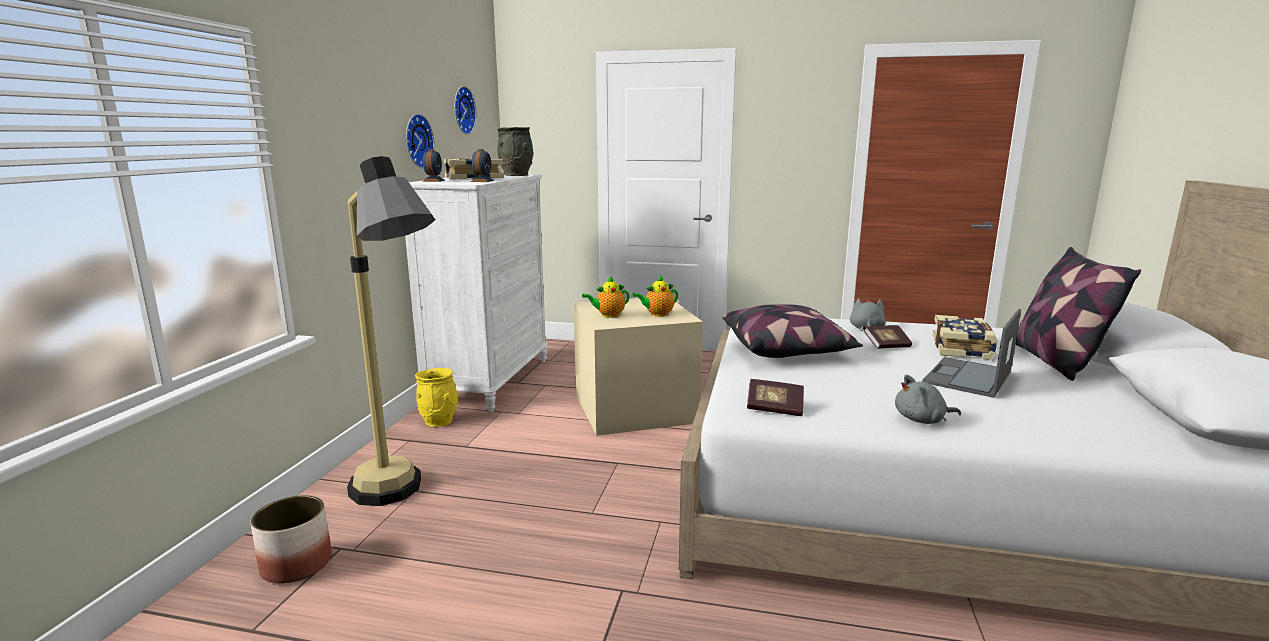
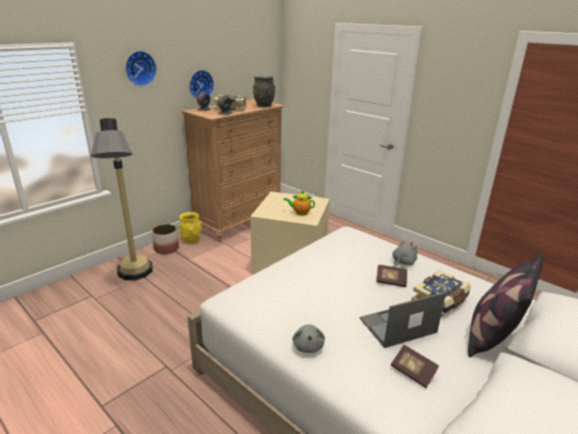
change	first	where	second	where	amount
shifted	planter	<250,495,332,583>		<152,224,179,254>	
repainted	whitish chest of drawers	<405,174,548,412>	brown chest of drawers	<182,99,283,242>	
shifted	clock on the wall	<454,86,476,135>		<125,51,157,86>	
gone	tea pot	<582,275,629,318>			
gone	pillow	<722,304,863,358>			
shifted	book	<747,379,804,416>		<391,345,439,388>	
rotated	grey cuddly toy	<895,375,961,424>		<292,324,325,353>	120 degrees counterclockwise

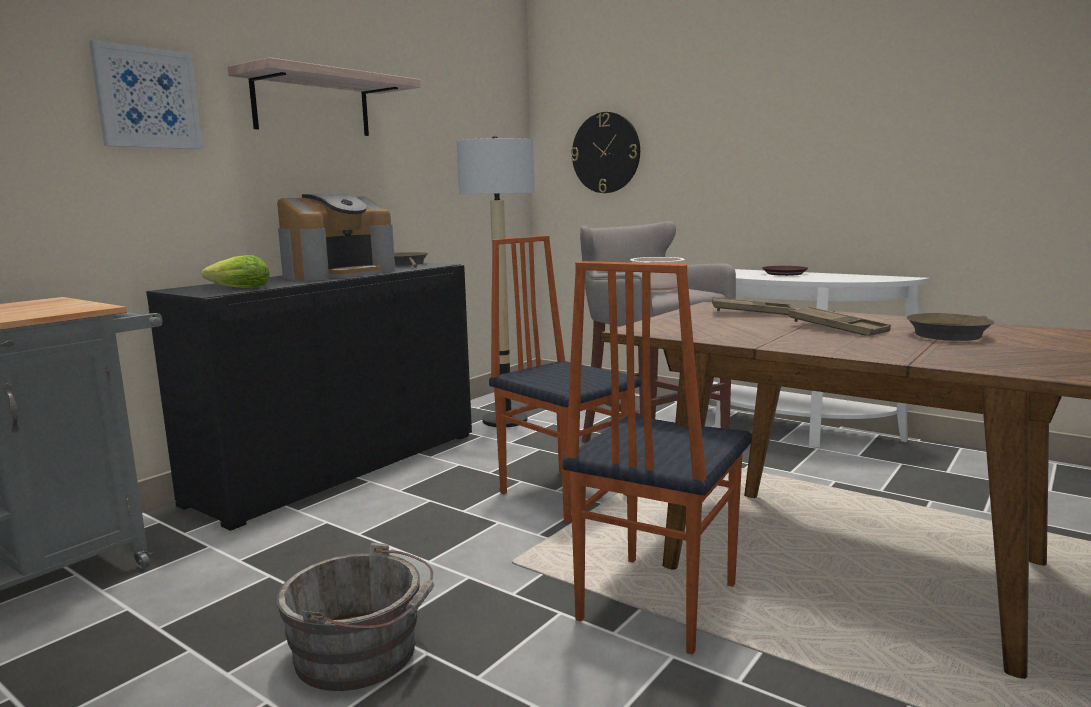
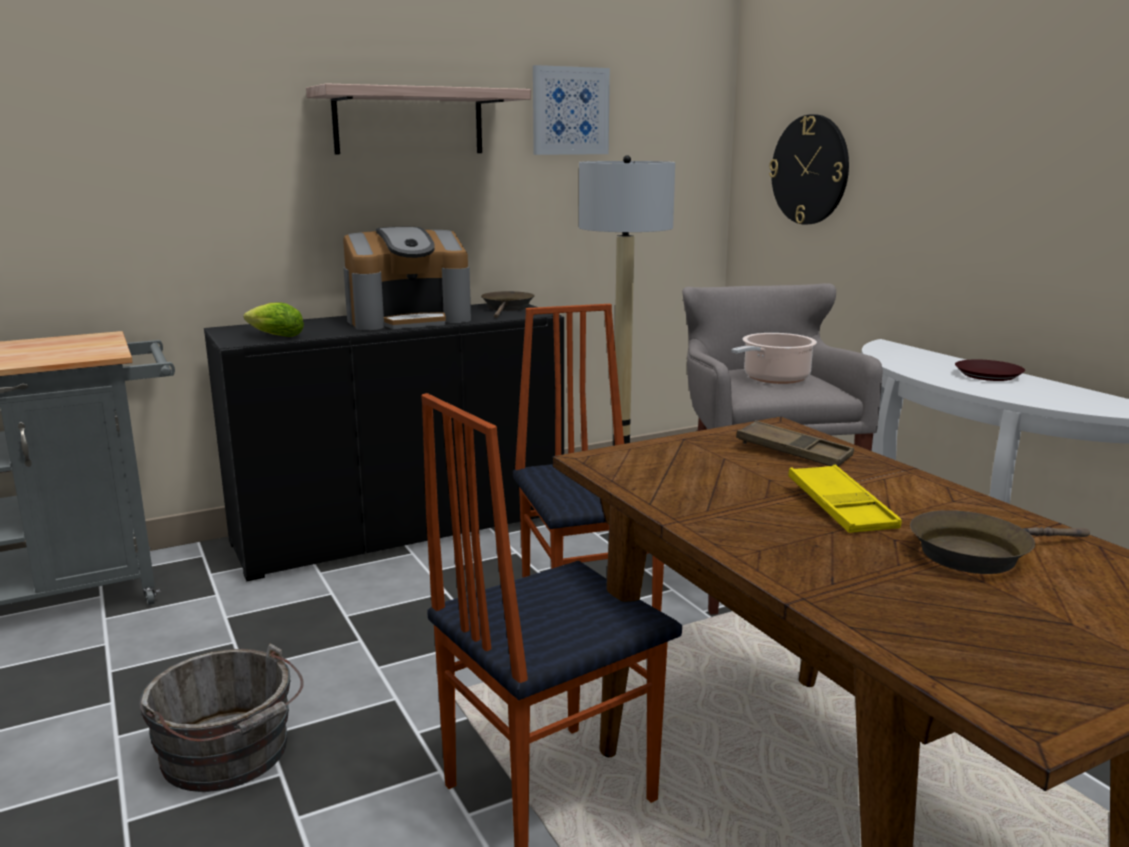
change	first	where	second	where	amount
shifted	picture	<89,40,203,149>		<533,65,610,155>	
repainted	brown tray	<788,307,891,336>	yellow tray	<788,465,902,533>	

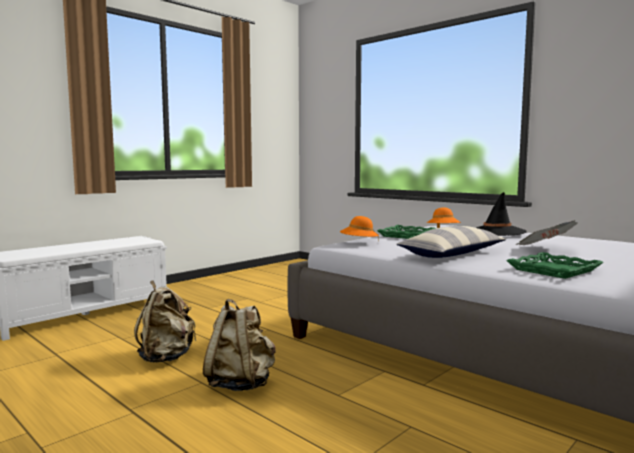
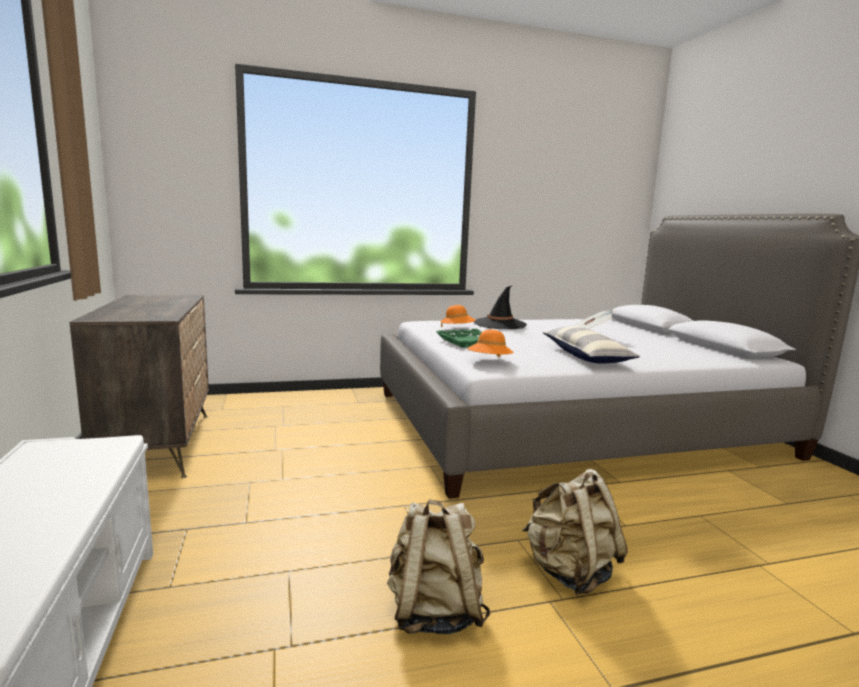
change	first	where	second	where	amount
gone	green tray	<506,252,604,279>			
new			chest of drawers	<70,295,209,478>	

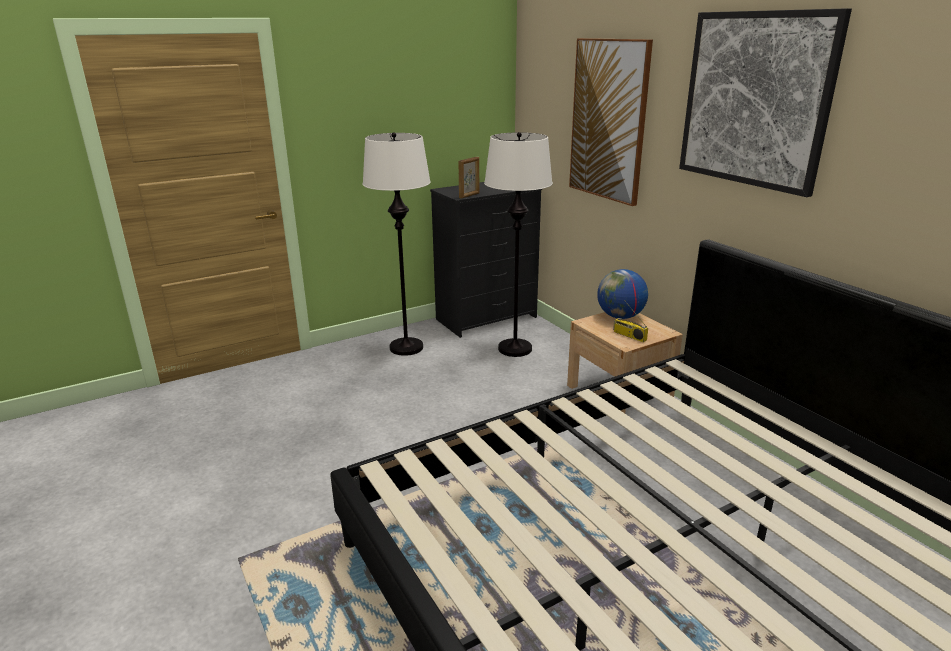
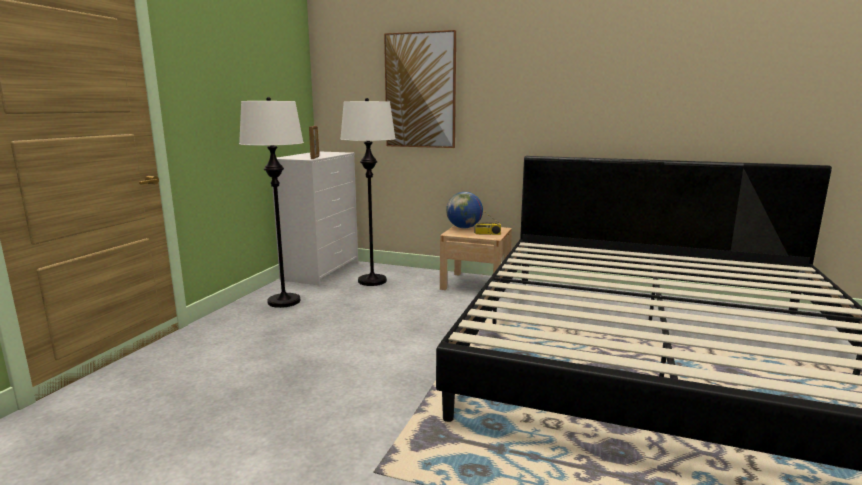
change	first	where	second	where	amount
repainted	black chest of drawers	<430,182,542,338>	whitish chest of drawers	<272,151,358,285>	
gone	picture	<679,8,852,197>			

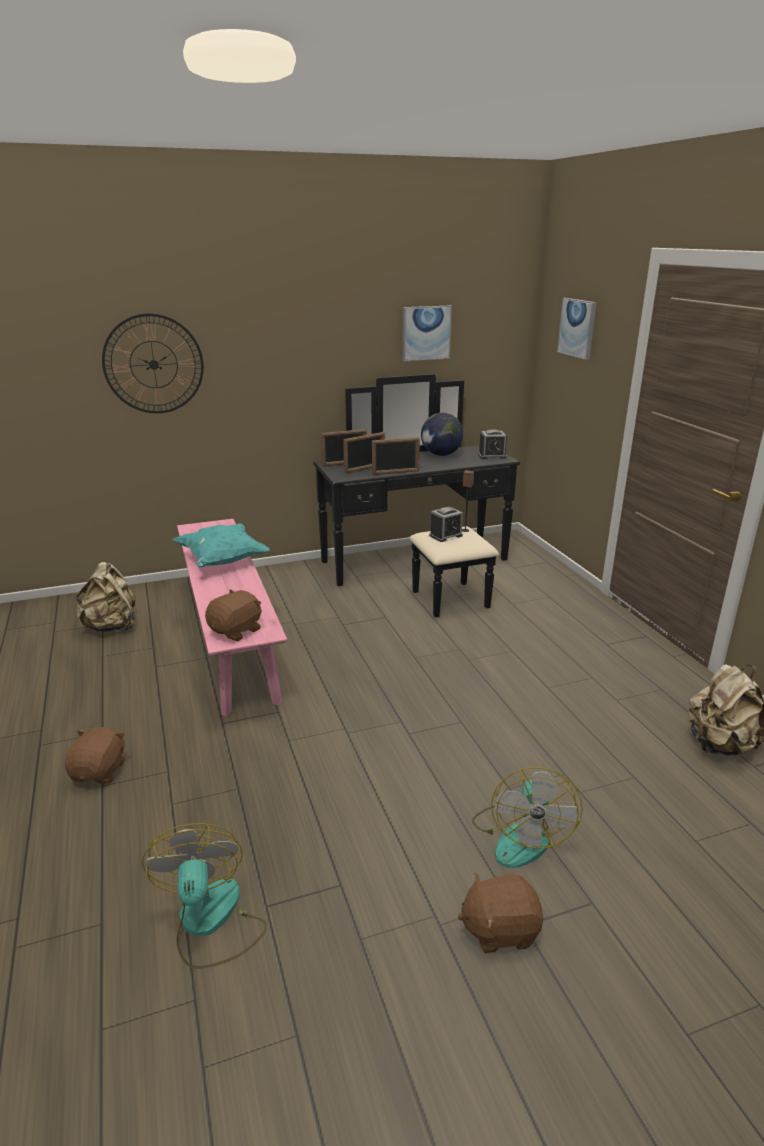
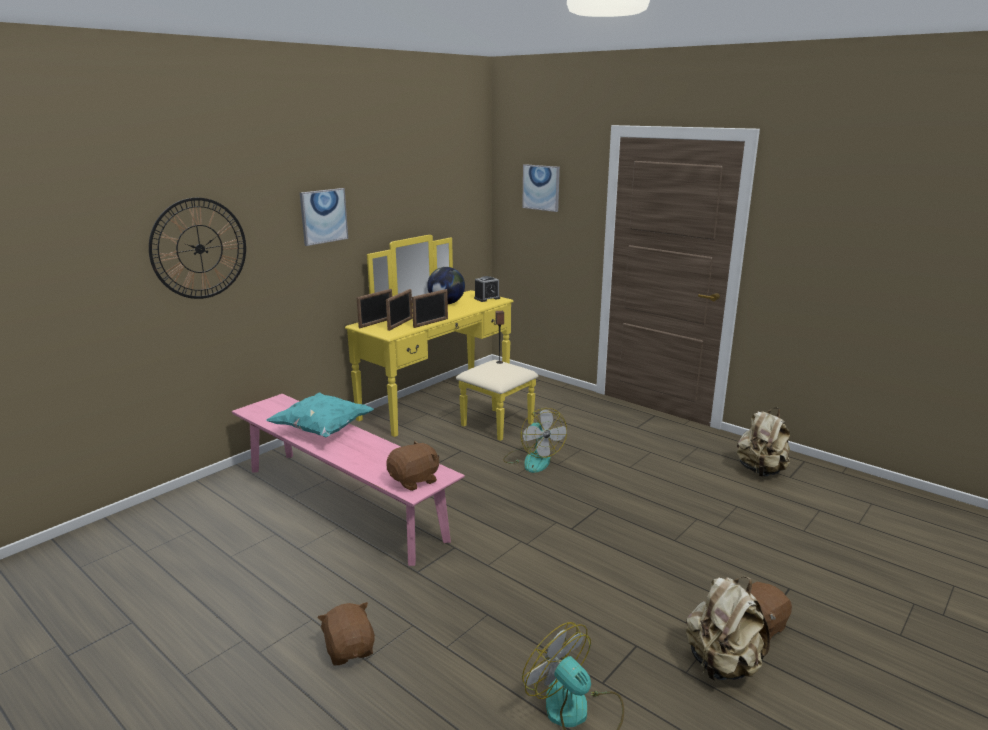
change	first	where	second	where	amount
shifted	beige knapsack	<74,562,136,632>		<686,577,770,681>	
rotated	brown cuddly toy	<205,589,262,641>		<386,441,439,491>	45 degrees clockwise
repainted	black chest of drawers	<313,374,520,618>	yellow chest of drawers	<345,235,538,441>	
shifted	picture	<402,305,452,361>		<300,188,348,246>	
gone	alarm clock	<429,507,463,542>			
shifted	fan	<472,767,583,868>		<503,408,567,473>	

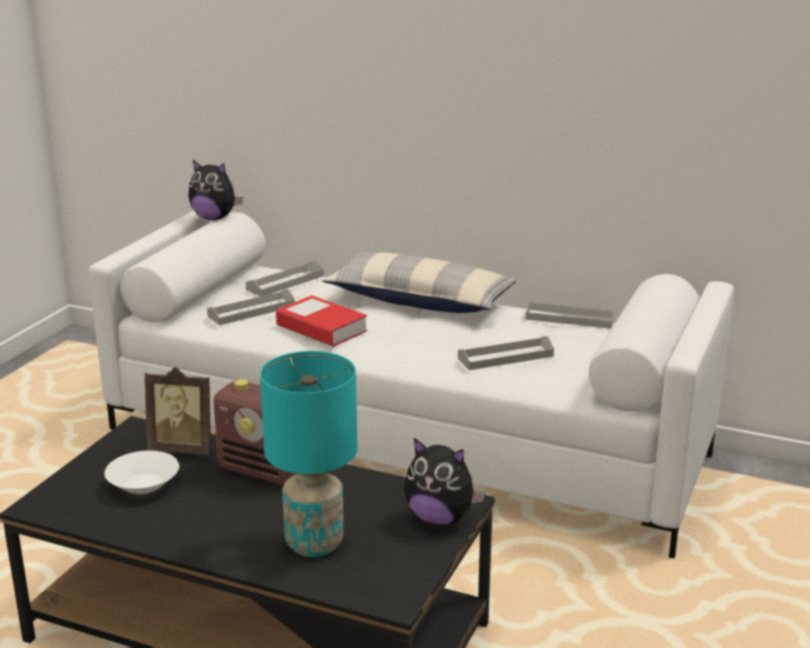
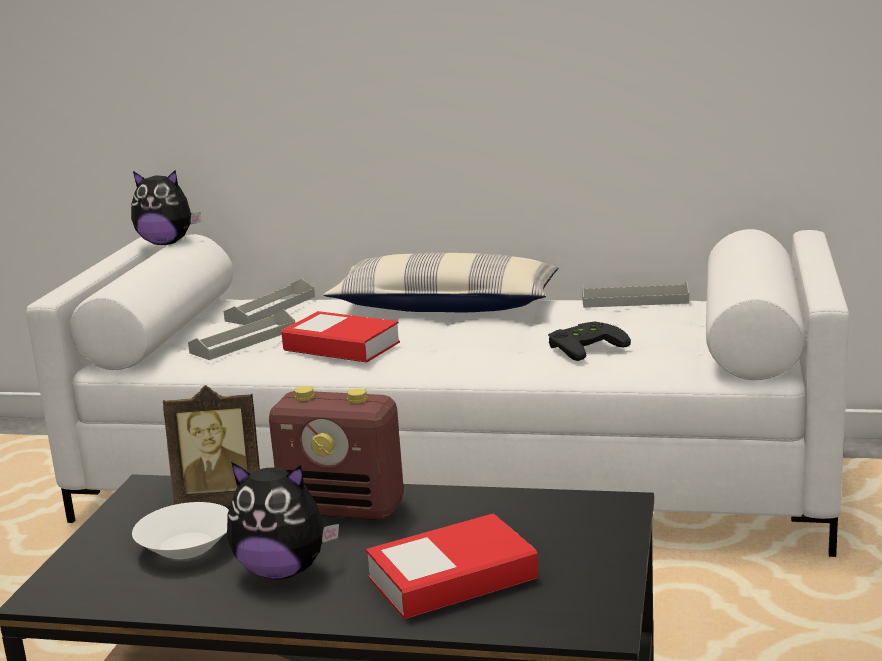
change	first	where	second	where	amount
swapped	blue-green lamp for a table	<260,351,357,557>	book	<366,513,539,620>	
shifted	cuddly toy	<404,438,485,525>		<227,462,339,579>	
swapped	grey tray	<458,336,554,370>	black gamepad	<548,322,631,361>	

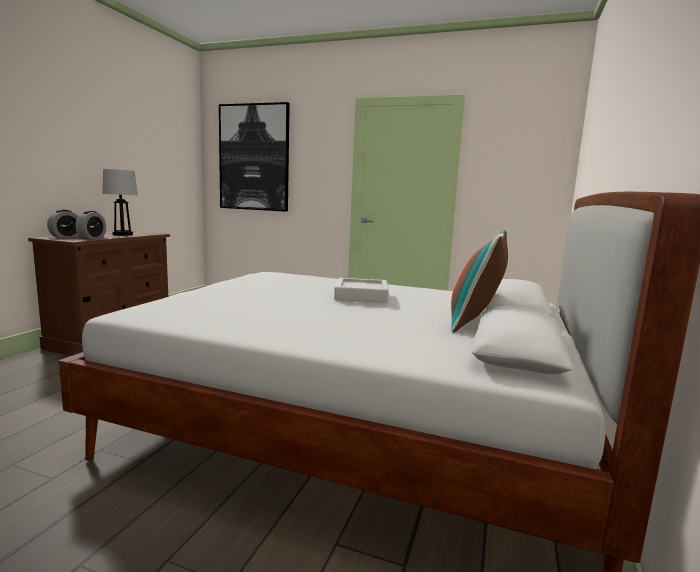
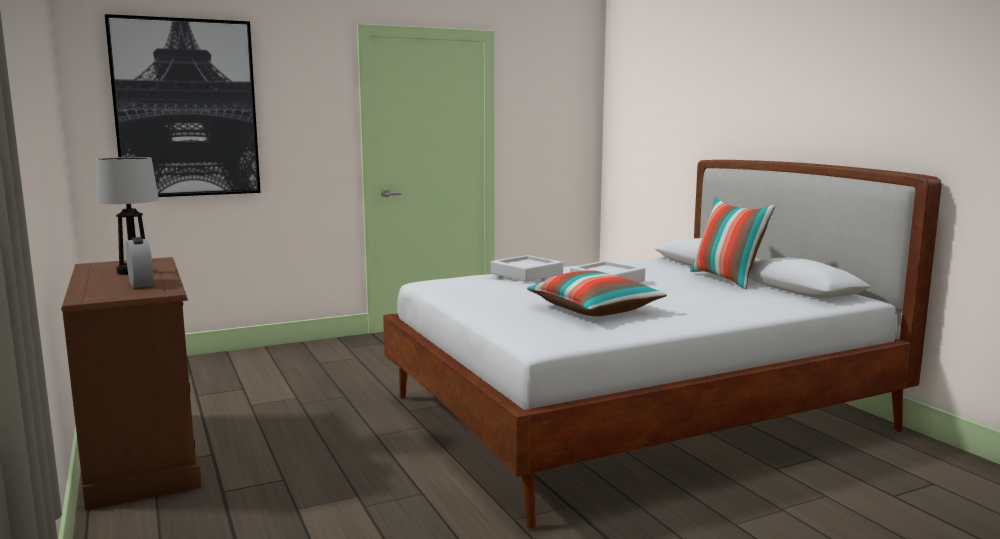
change	first	where	second	where	amount
gone	alarm clock	<47,210,79,238>			
new			grey tray	<491,255,563,282>	
new			pillow	<527,270,667,316>	

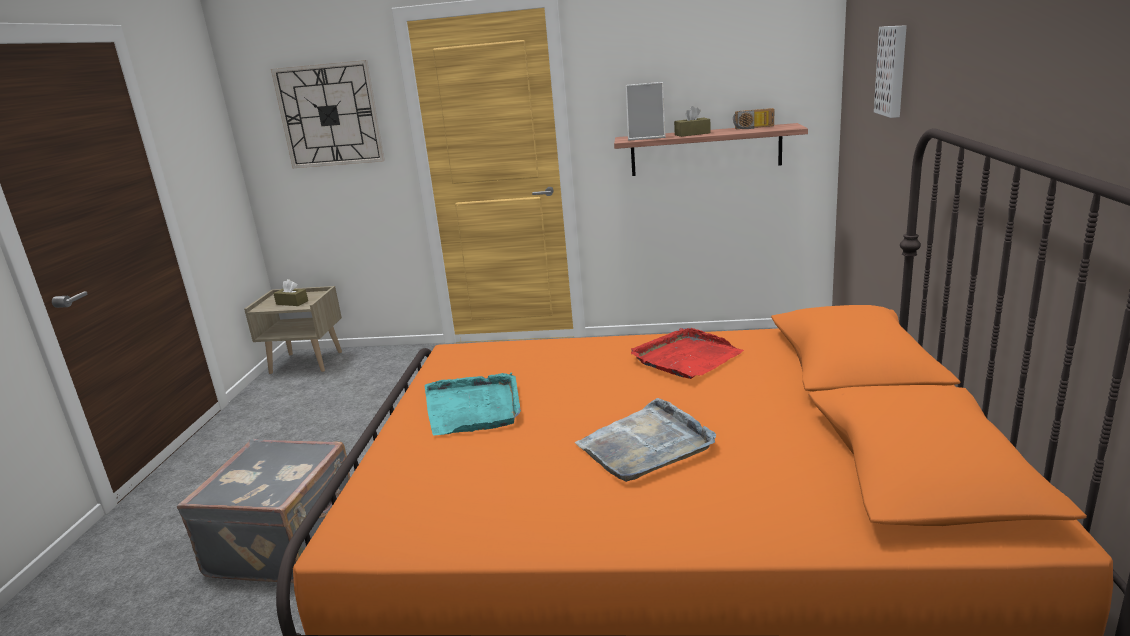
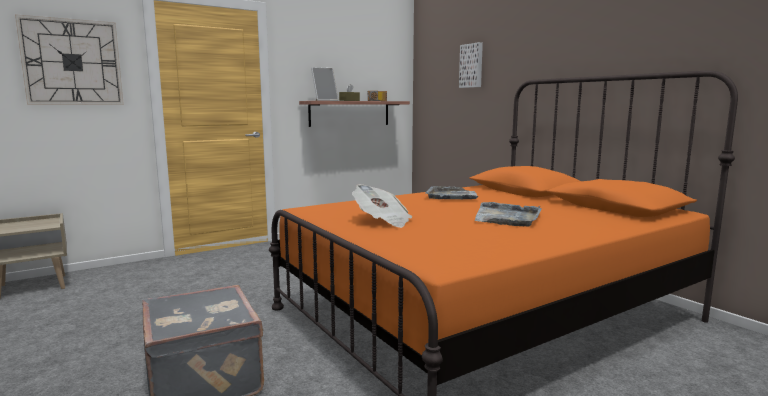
change	first	where	second	where	amount
gone	brown box of tissues	<273,279,308,306>			
swapped	blue-green tray	<425,373,521,435>	printed paper	<352,184,412,228>	
repainted	red tray	<631,328,744,379>	grey tray	<425,186,479,199>	

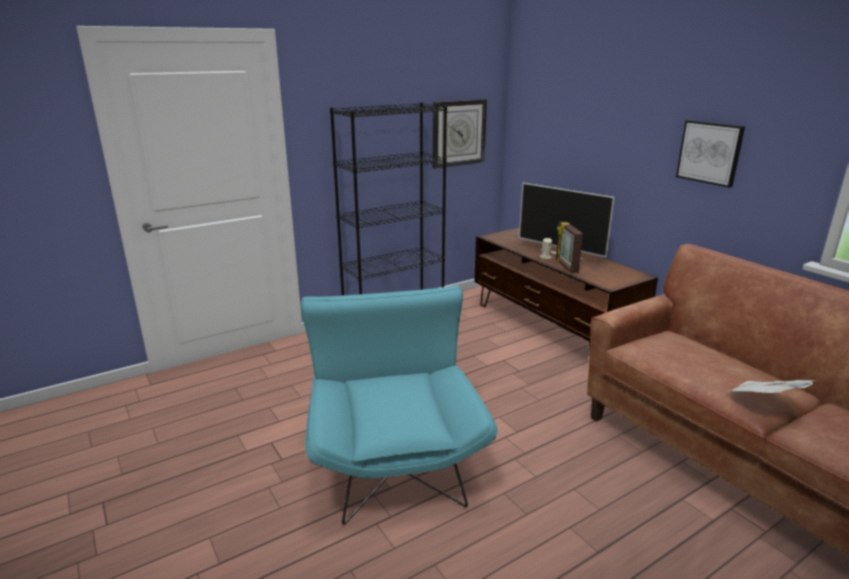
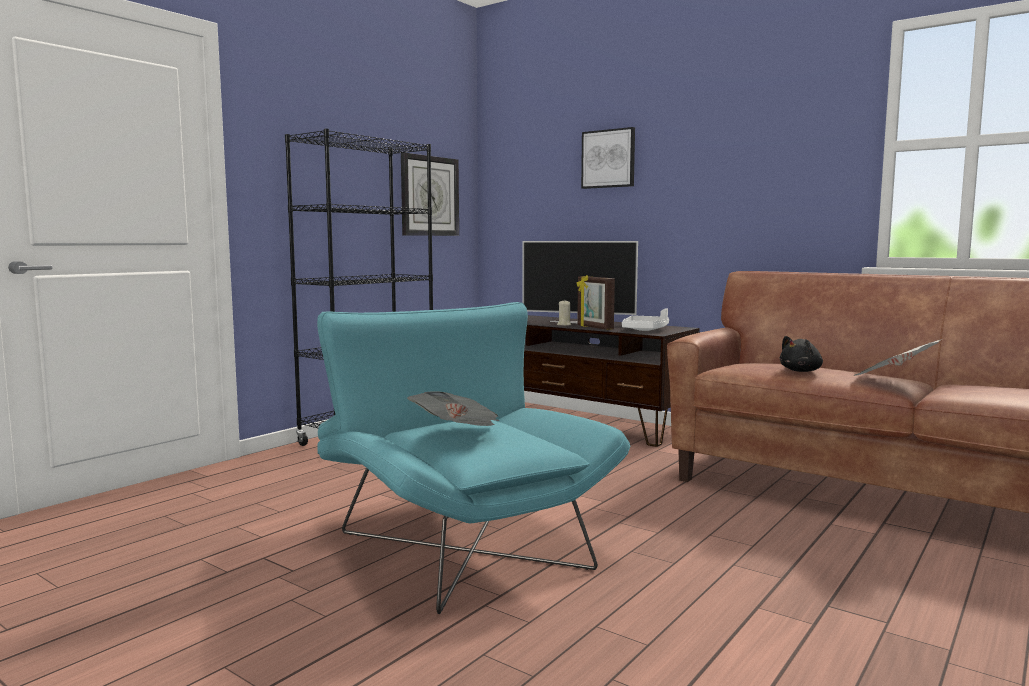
change	first	where	second	where	amount
shifted	picture	<676,120,745,188>		<581,127,635,189>	
new			printed paper	<407,391,499,426>	
new			whitish tray	<622,309,669,331>	
new			black cuddly toy	<780,336,823,372>	

